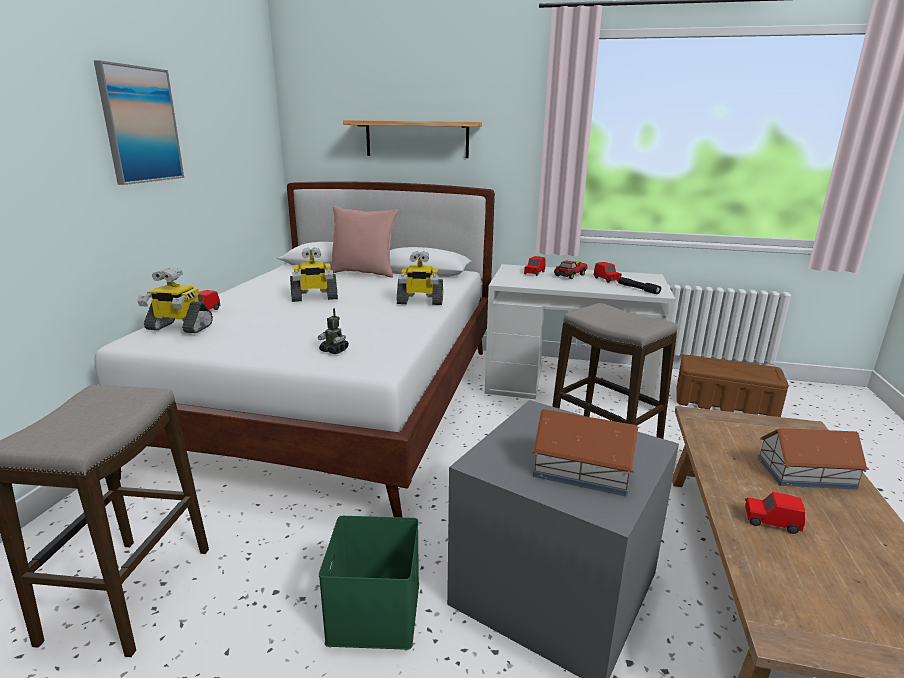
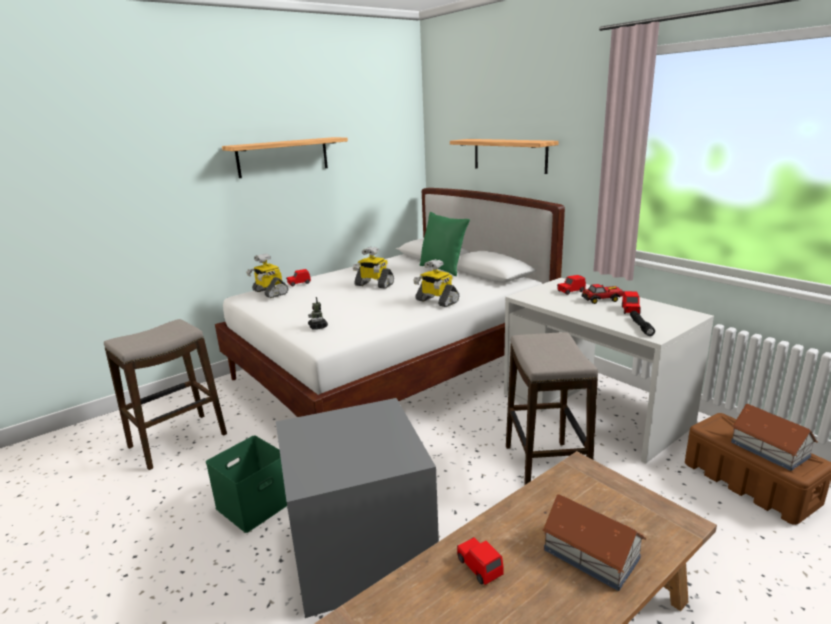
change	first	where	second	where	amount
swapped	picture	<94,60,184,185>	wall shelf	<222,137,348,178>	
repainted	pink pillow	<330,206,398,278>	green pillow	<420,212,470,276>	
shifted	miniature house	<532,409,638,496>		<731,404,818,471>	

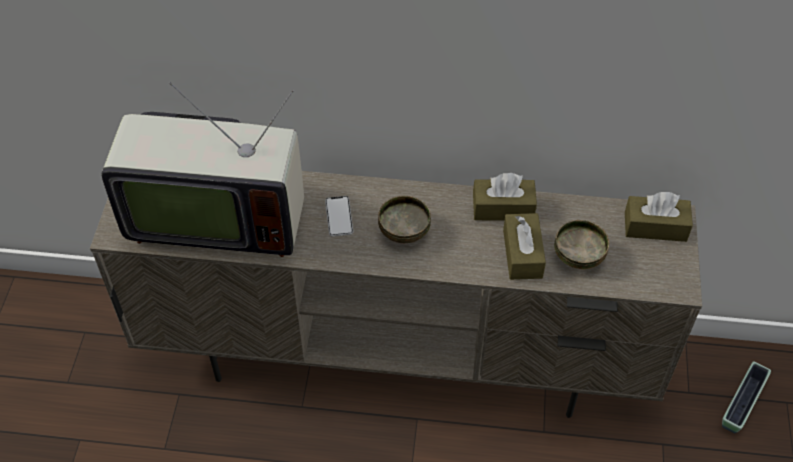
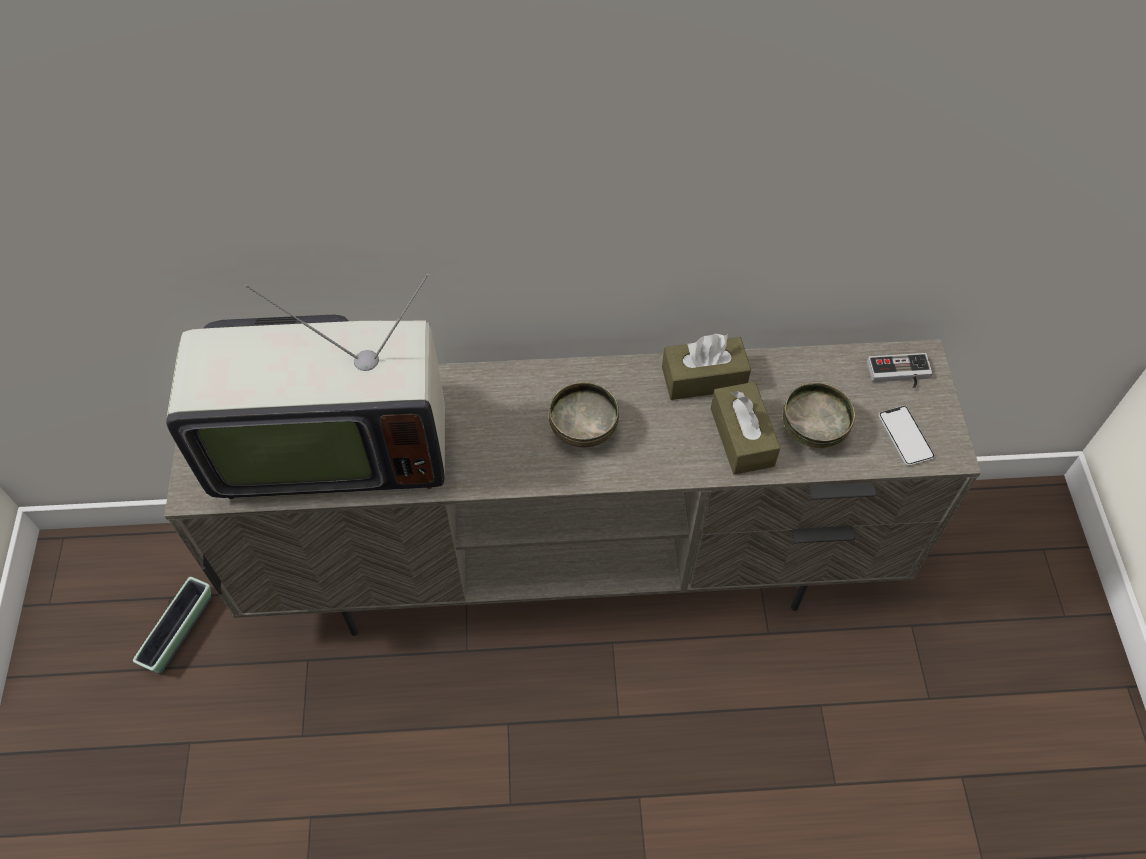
change	first	where	second	where	amount
shifted	telephone	<325,196,354,237>		<878,406,935,466>	
swapped	brown box of tissues	<625,192,693,242>	gamepad	<867,353,932,388>	
shifted	planter	<722,361,771,434>		<133,577,211,674>	

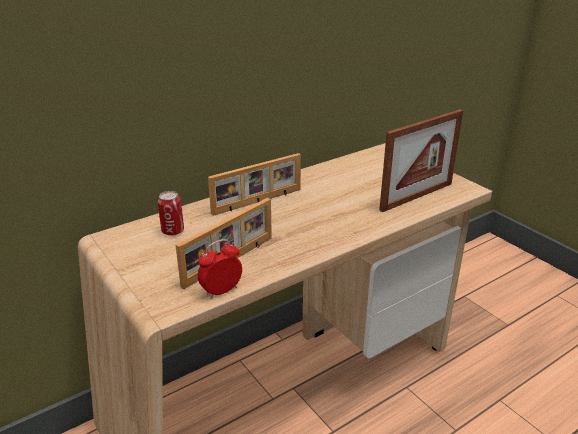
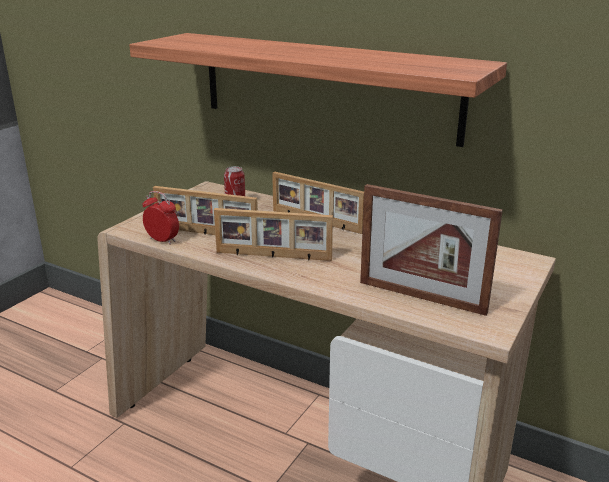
change	first	where	second	where	amount
new			wall shelf	<129,33,507,147>	
new			standing frame	<214,208,333,261>	

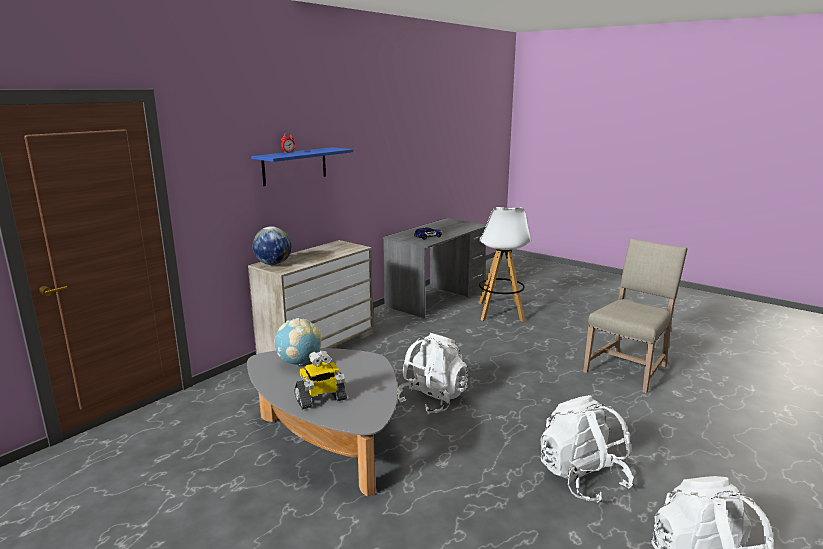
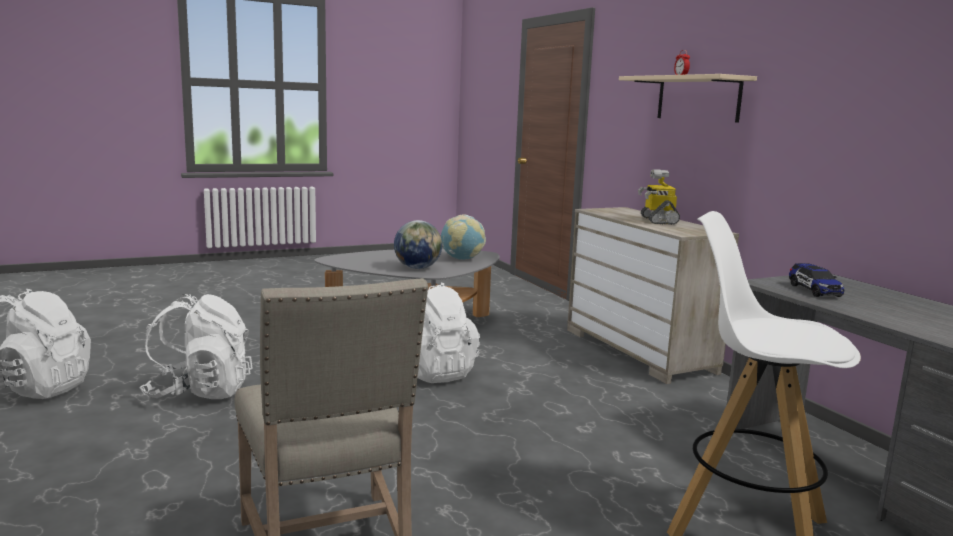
change	first	where	second	where	amount
repainted	blue-coloured wall shelf	<251,147,353,186>	beige wall shelf	<619,74,757,123>	
shifted	globe	<252,226,292,265>		<394,220,442,269>	
shifted	toy robot	<294,350,347,409>		<638,169,680,225>	

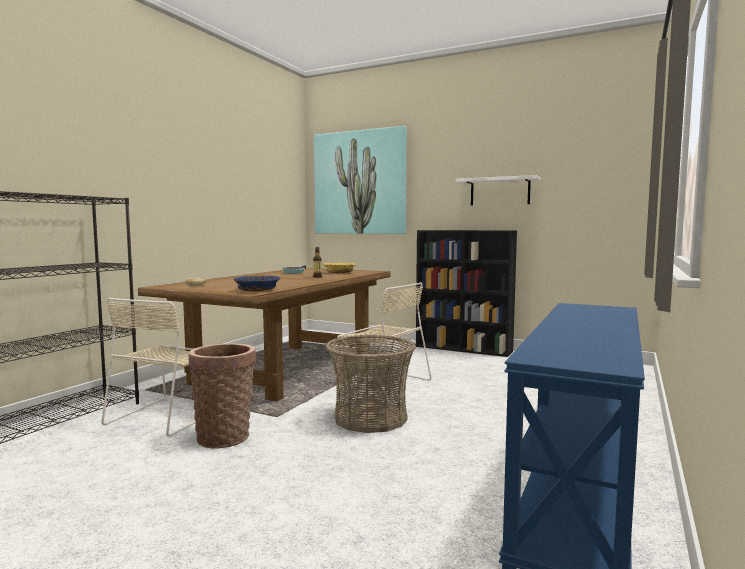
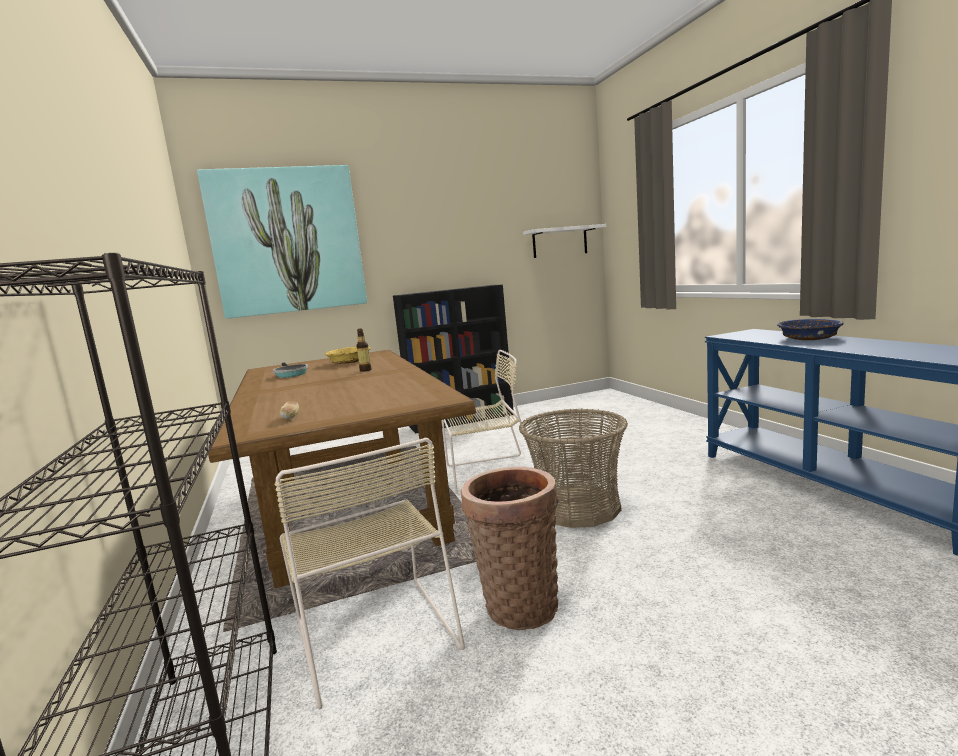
change	first	where	second	where	amount
shifted	blue-coloured serving bowl	<234,275,280,292>		<777,319,844,340>	
shifted	whitish wall shelf	<456,175,541,205>		<523,224,606,258>	

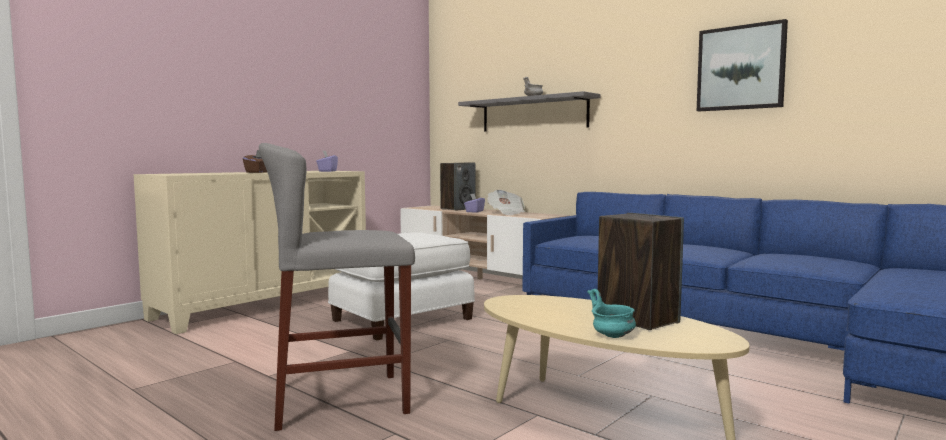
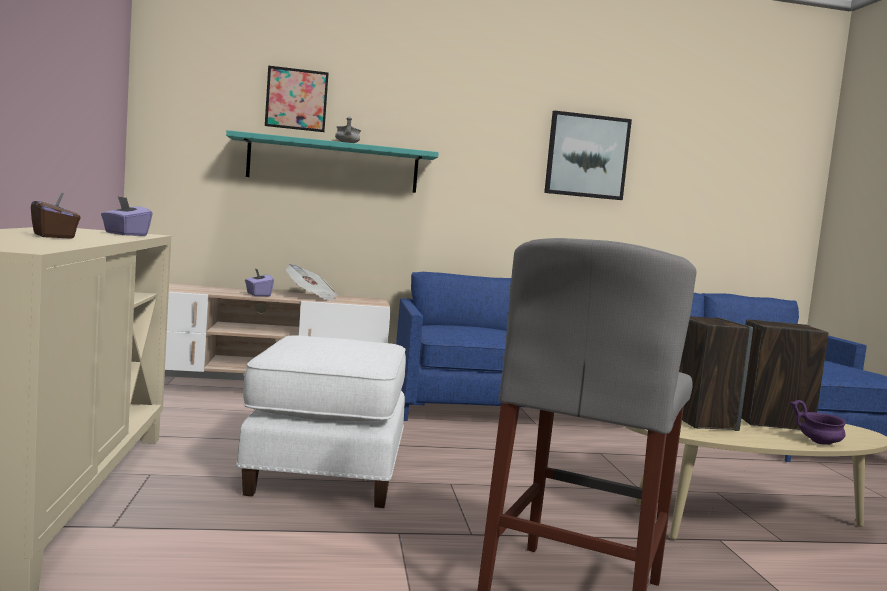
change	first	where	second	where	amount
shifted	speaker	<440,163,475,211>		<679,316,753,431>	
repainted	grey wall shelf	<458,91,601,132>	blue-green wall shelf	<226,130,439,193>	
repainted	blue-green serving bowl	<587,289,636,338>	purple-coloured serving bowl	<790,400,846,445>	
new			picture	<265,66,329,132>	

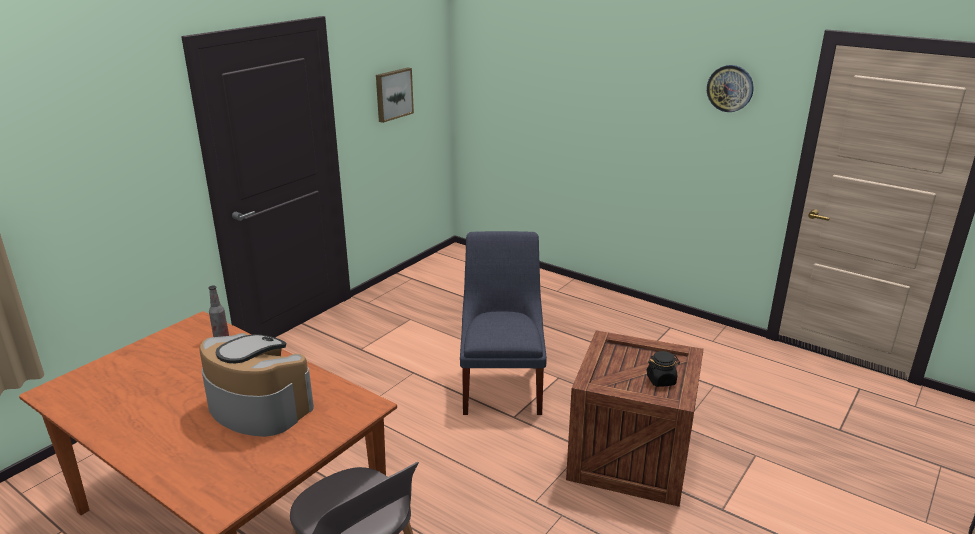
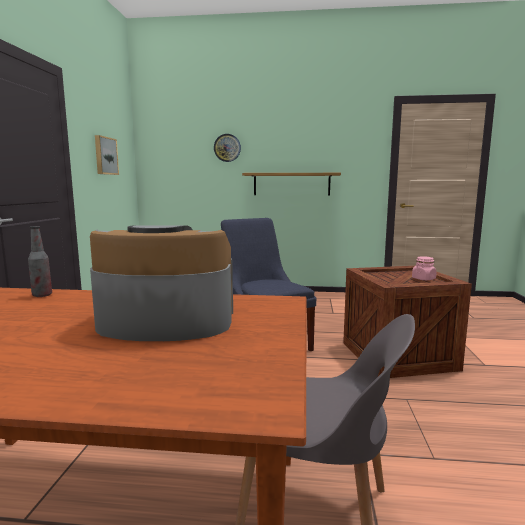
change	first	where	second	where	amount
repainted	black storage jar	<646,351,680,387>	pink storage jar	<412,256,437,280>	
shifted	clock on the wall	<707,65,754,112>		<214,134,241,162>	
new			wall shelf	<242,173,341,196>	

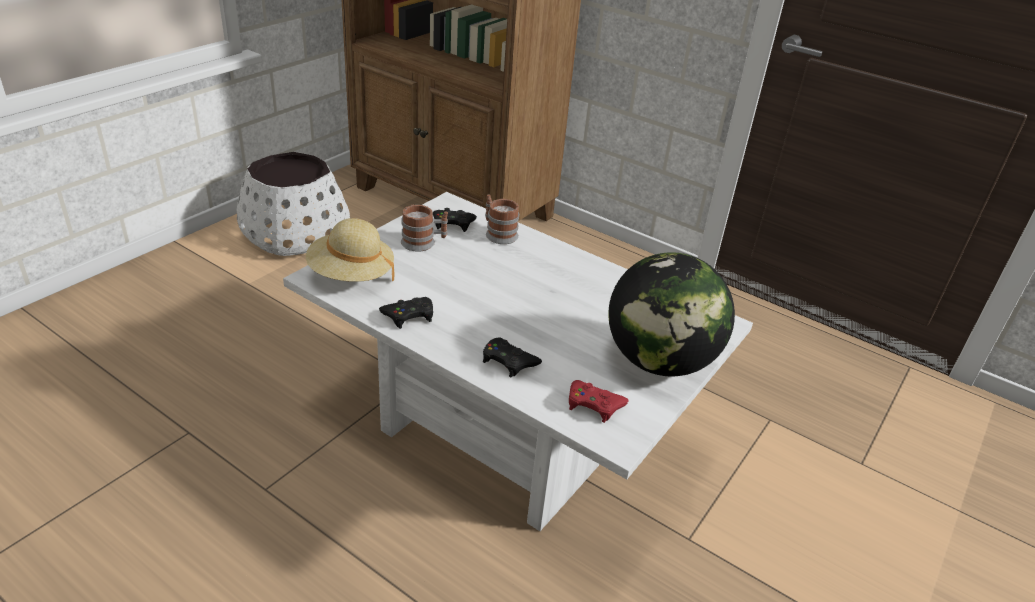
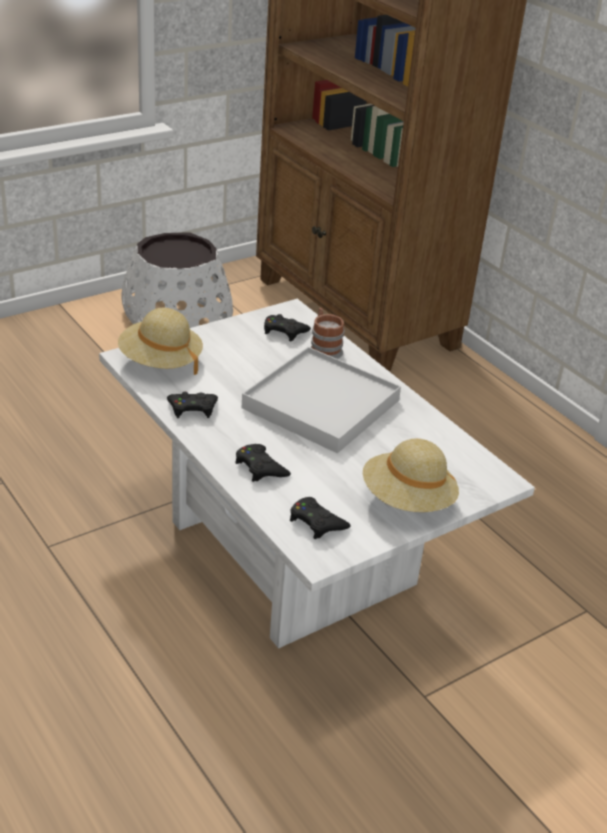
change	first	where	second	where	amount
gone	tea mug	<401,205,448,252>			
repainted	red gamepad	<569,380,629,423>	black gamepad	<290,497,351,539>	
swapped	globe	<608,252,735,377>	beige clothing hat	<363,439,459,512>	
new			whitish tray	<242,347,401,453>	

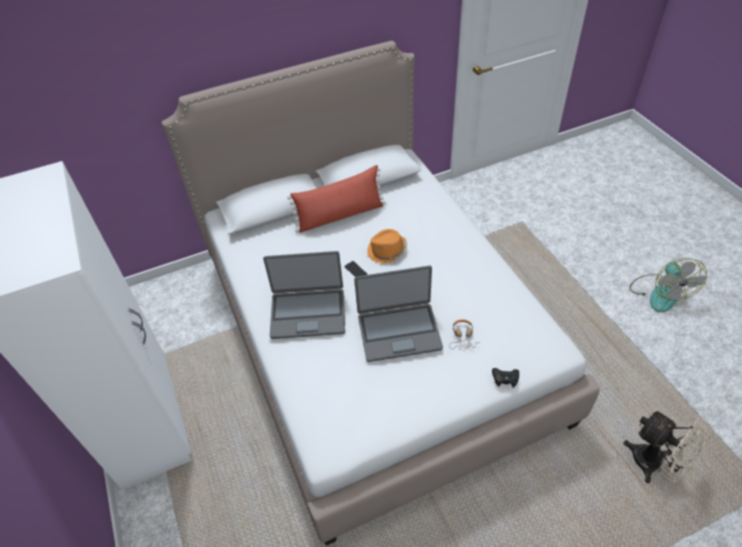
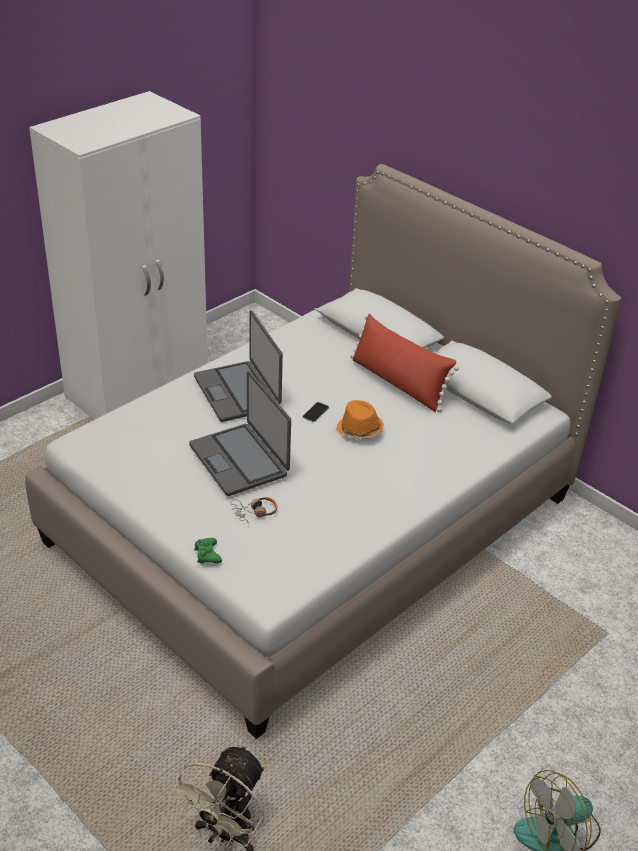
change	first	where	second	where	amount
repainted	black gamepad	<492,368,519,388>	green gamepad	<194,538,222,564>	

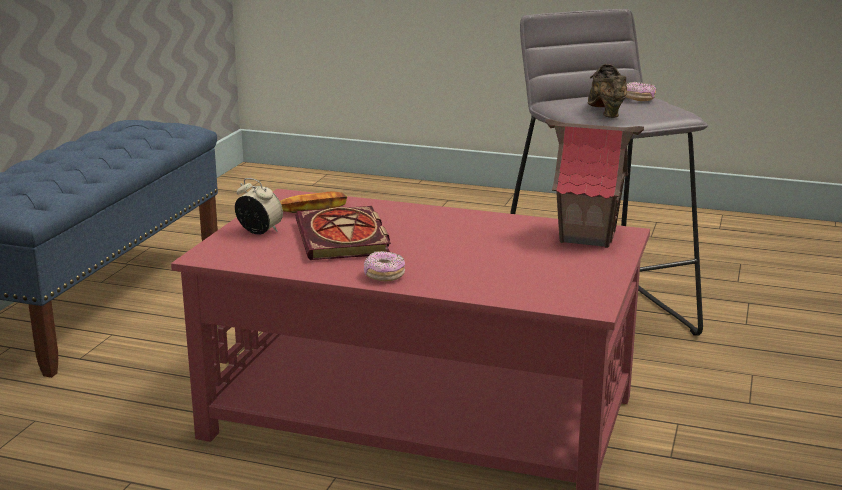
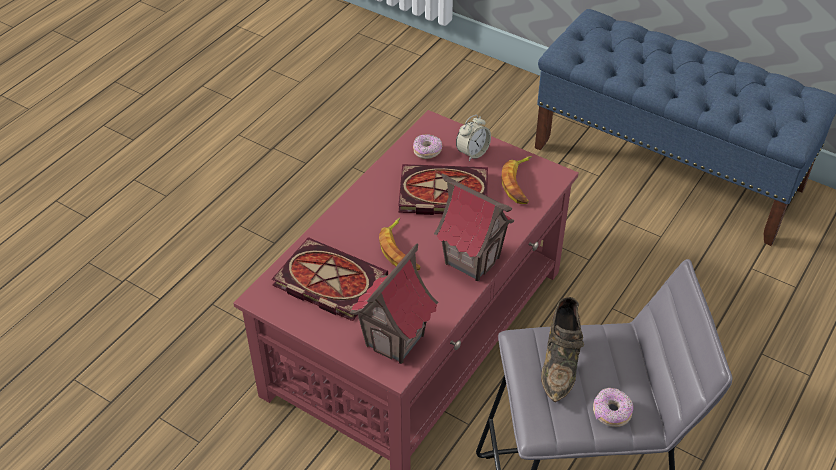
change	first	where	second	where	amount
shifted	doughnut	<364,251,405,281>		<413,134,442,159>	
rotated	brown low shoe	<588,64,627,118>		<541,297,584,402>	90 degrees clockwise
new			book	<272,237,388,321>	
new			banana fruit	<379,218,420,271>	
new			miniature house	<434,174,514,281>	

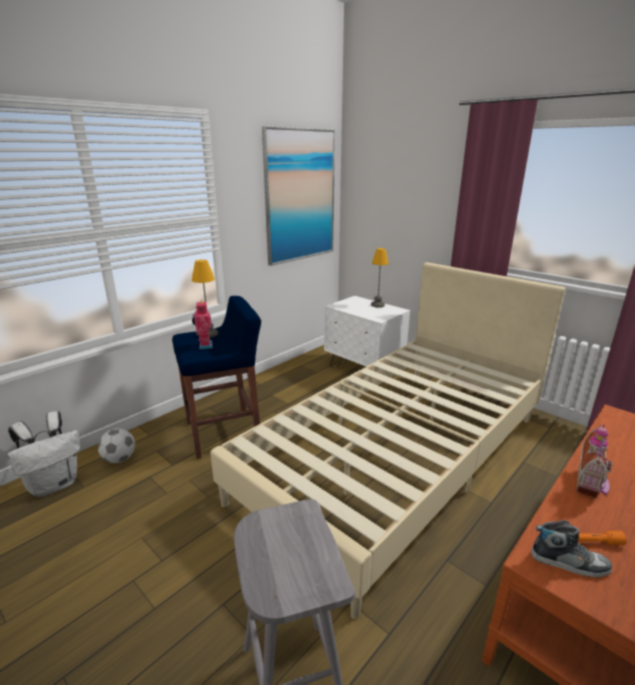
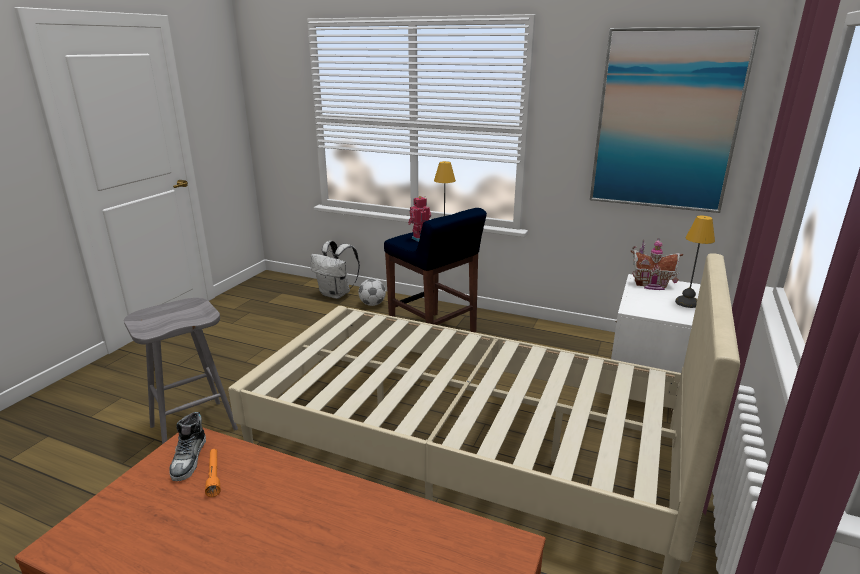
change	first	where	second	where	amount
shifted	miniature house	<576,424,613,498>		<631,239,683,290>	

